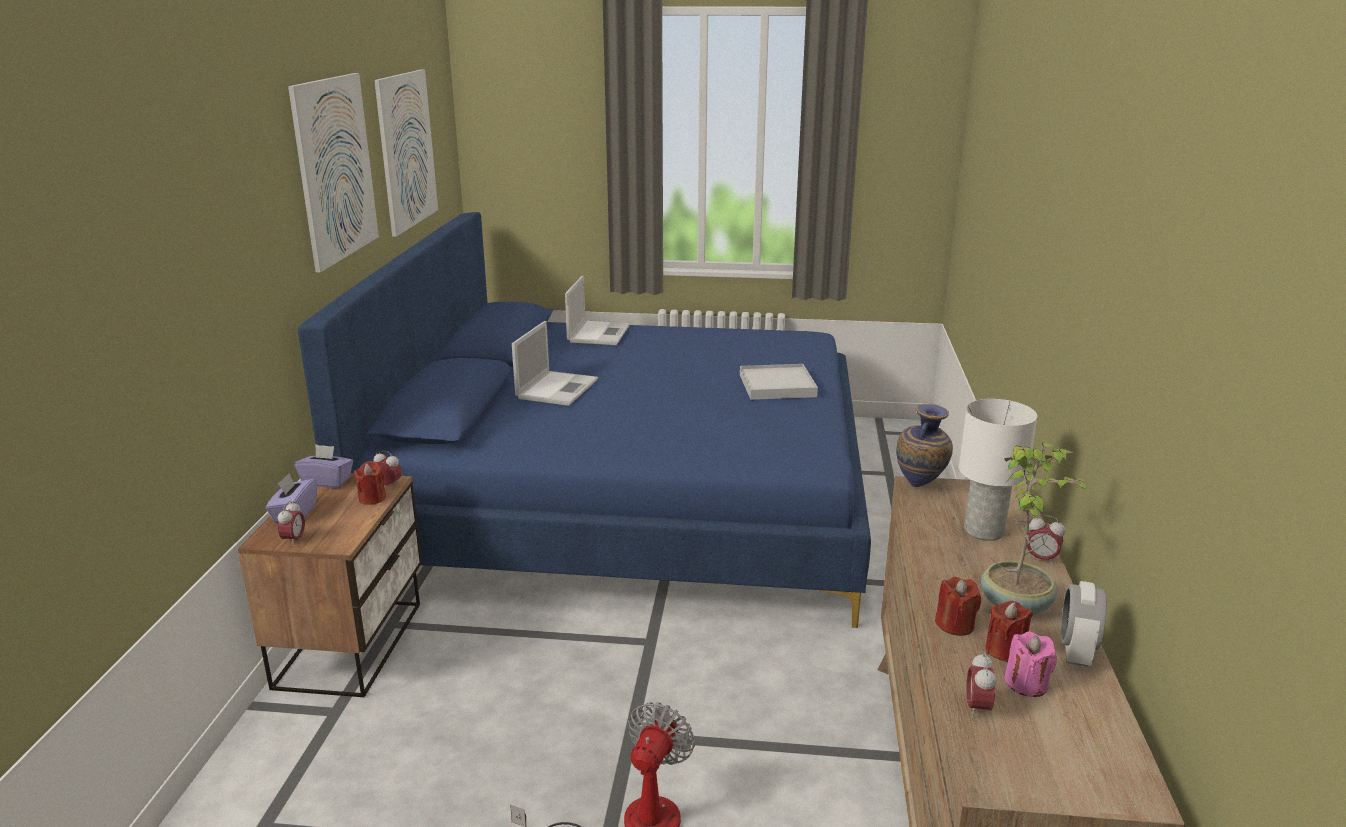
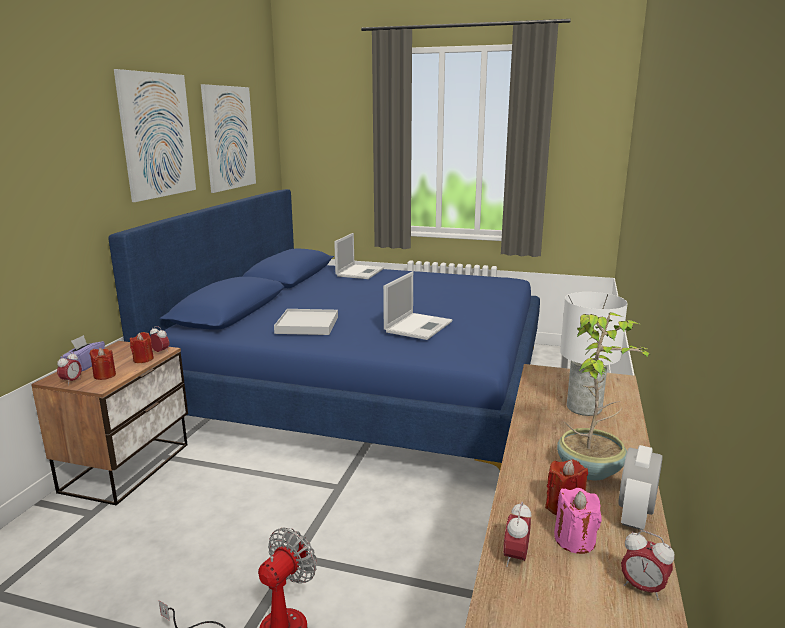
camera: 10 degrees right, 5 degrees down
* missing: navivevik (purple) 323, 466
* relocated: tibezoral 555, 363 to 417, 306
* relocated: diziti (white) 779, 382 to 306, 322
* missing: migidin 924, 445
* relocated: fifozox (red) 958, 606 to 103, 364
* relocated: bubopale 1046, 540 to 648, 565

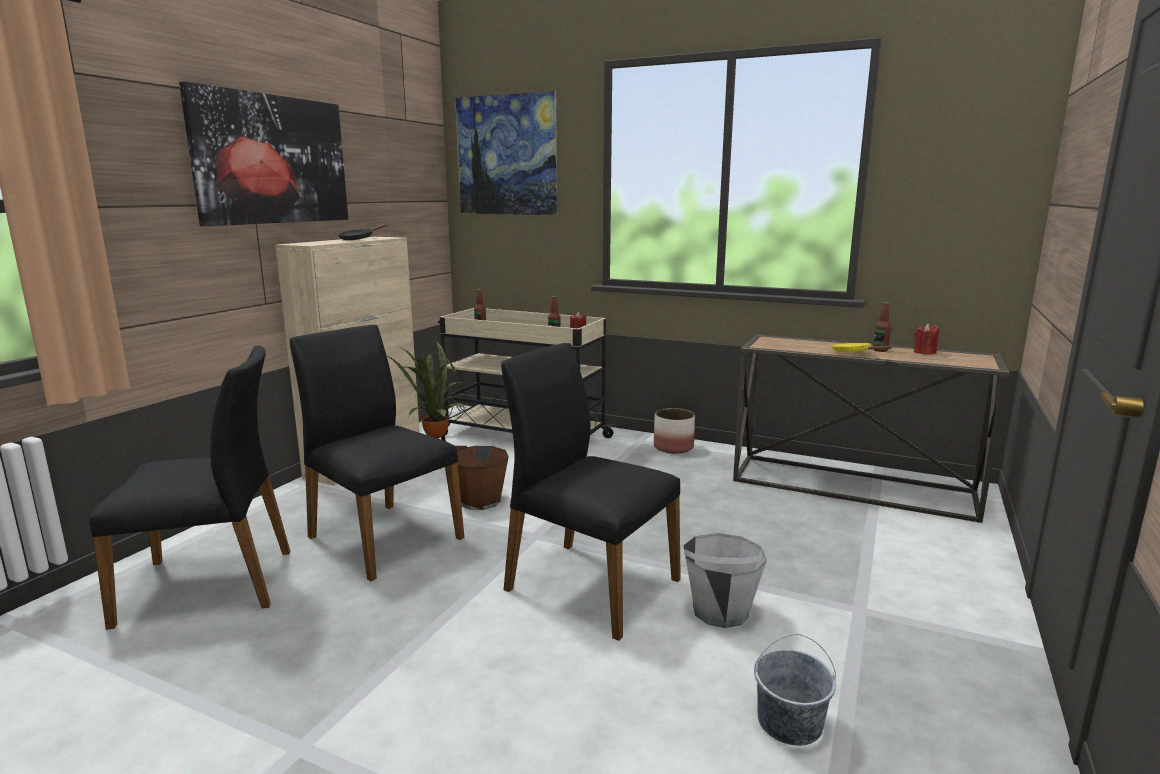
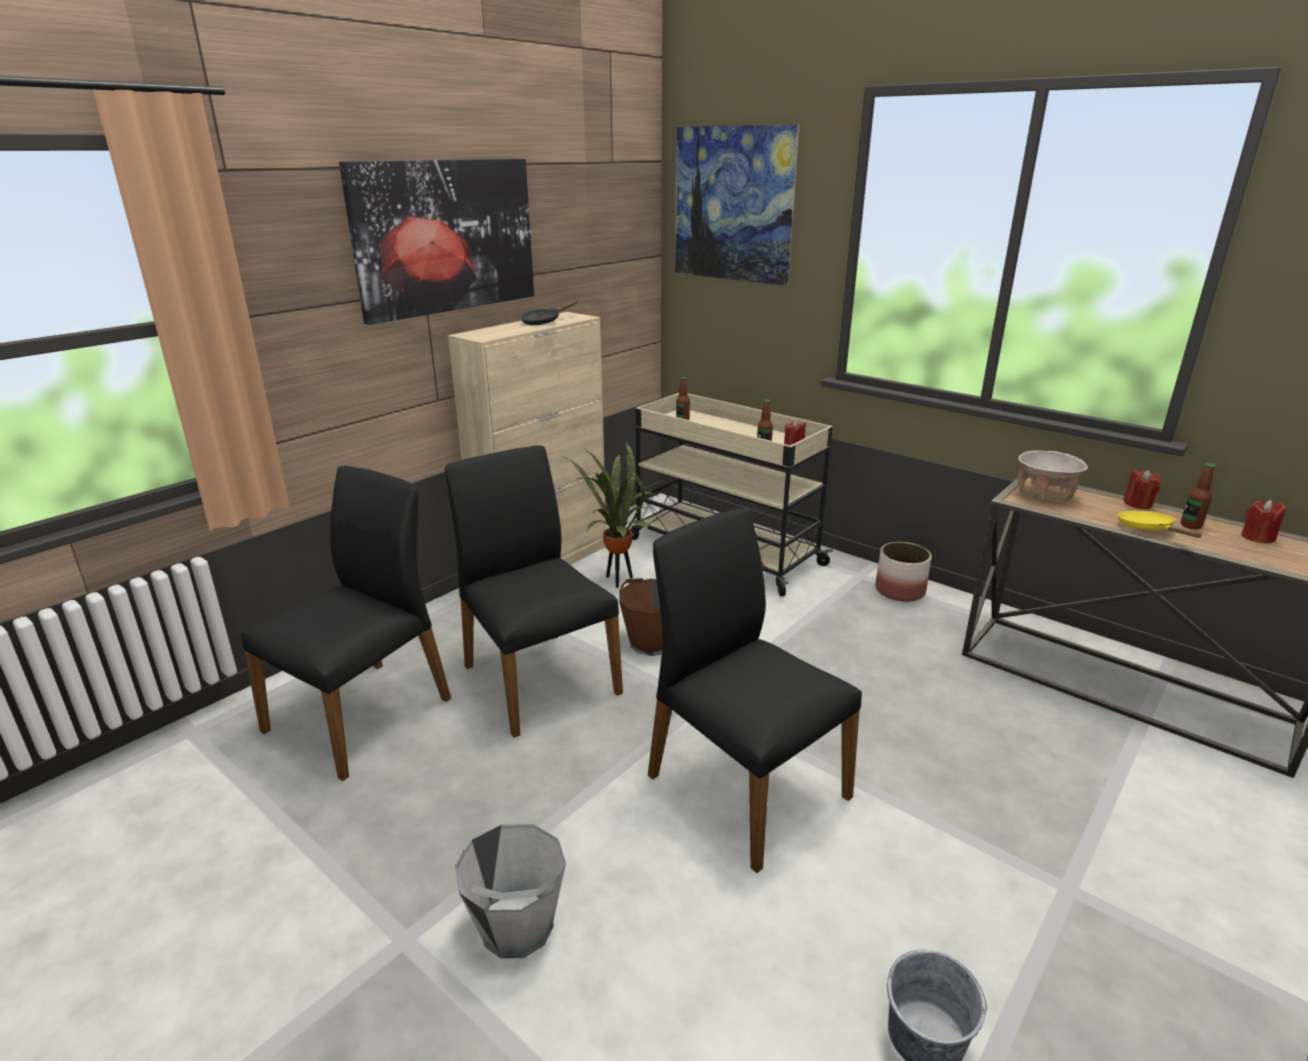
camera: 15 degrees right, 10 degrees up
* spun: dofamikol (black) 189, 487 = 346, 623 60 degrees counterclockwise
* relocated: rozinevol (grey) 725, 580 to 510, 891
* appeared: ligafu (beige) 1052, 476
* appeared: fifozox (red) 1141, 489

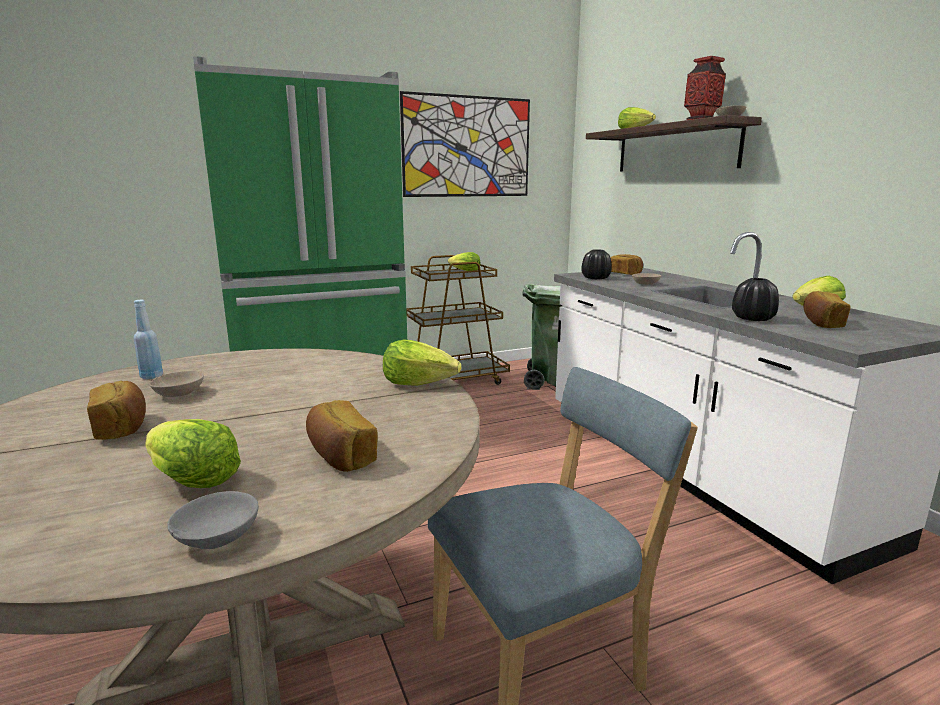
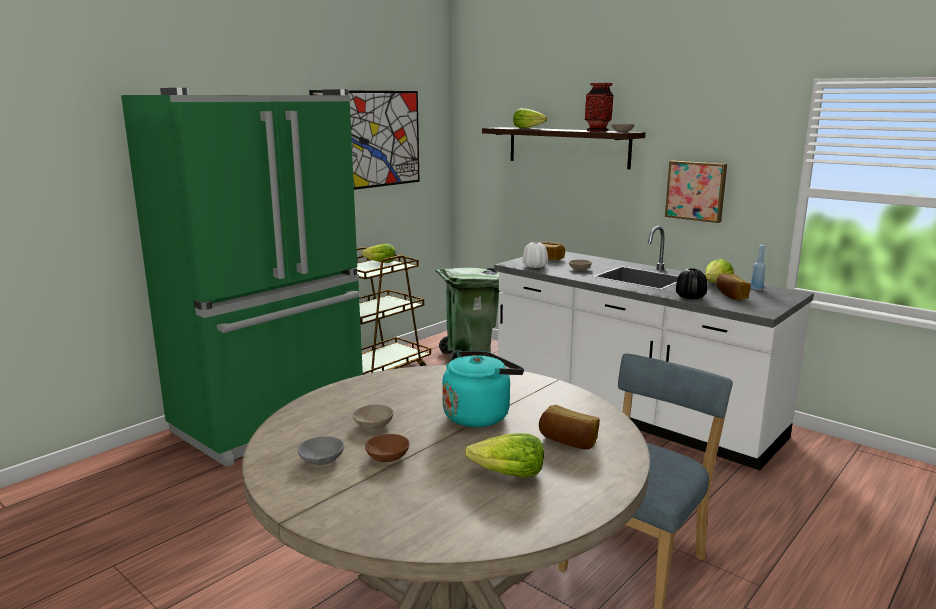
camera: 25 degrees left, 0 degrees up
* exchanged: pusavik 116, 410 to ligafu (brown) 387, 448
* relocated: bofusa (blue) 148, 339 to 758, 267
* relocated: ligafu (grey) 212, 520 to 321, 450
* missing: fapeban 422, 363
* colour: migidin (black) 596, 264 to migidin (white) 535, 255
* appeared: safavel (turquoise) 483, 389
* appeared: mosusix 696, 192

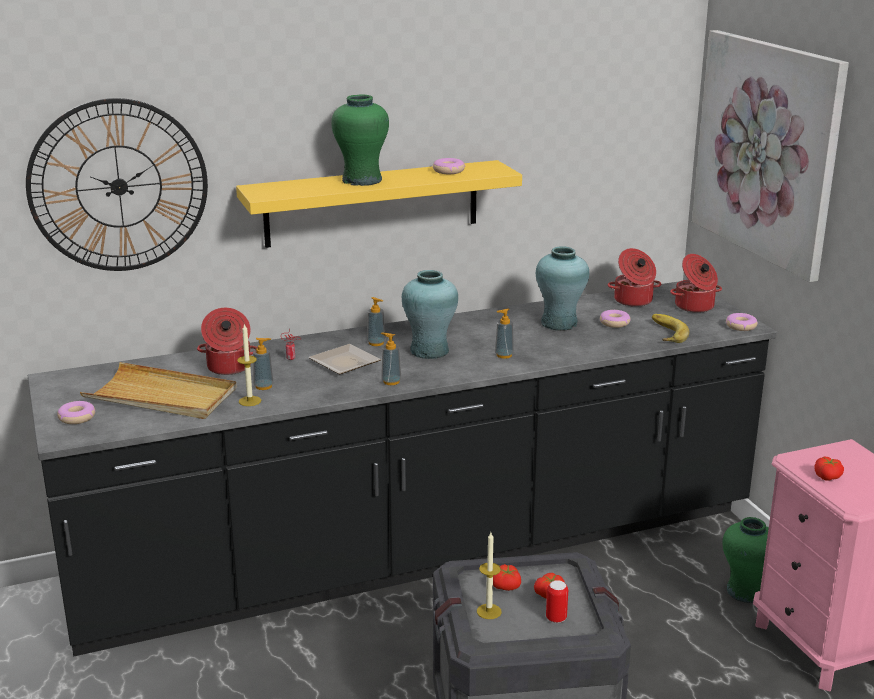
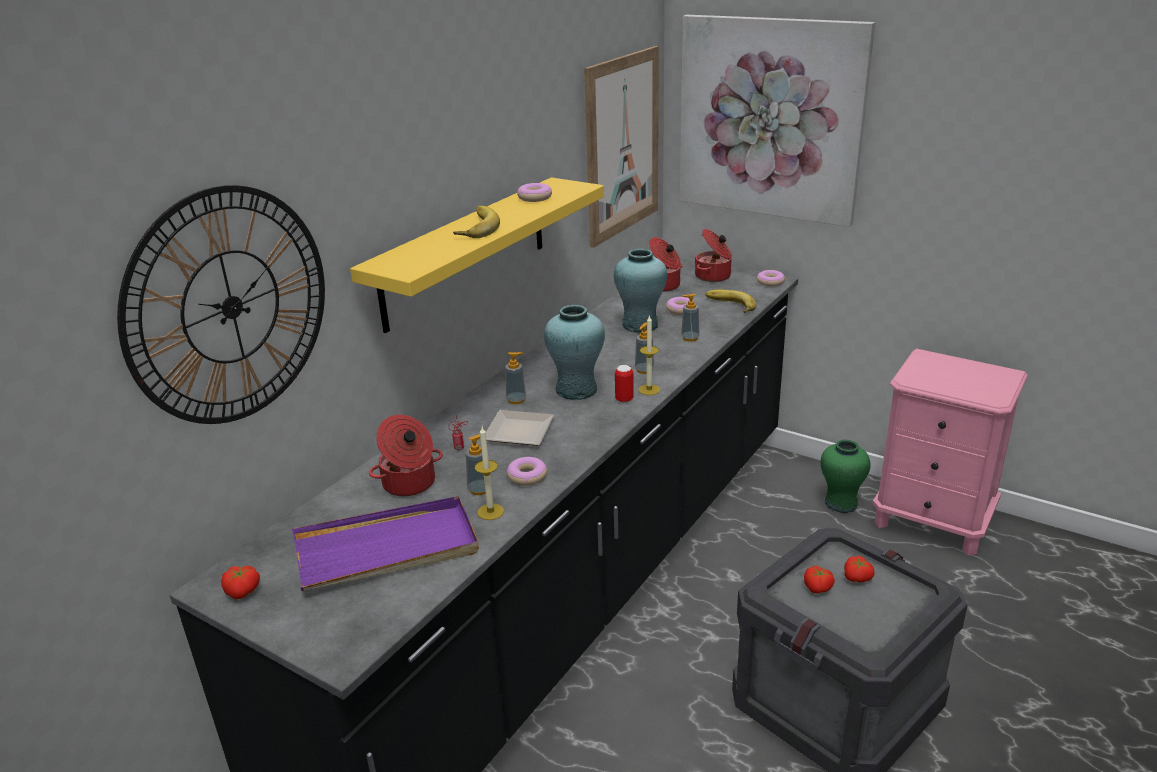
camera: 35 degrees left, 5 degrees up
* relocated: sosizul 76, 412 to 526, 471
* colour: diziti (beige) 158, 390 to diziti (purple) 385, 543
* exchanged: migidin (green) 360, 140 to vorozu 476, 222
* relocated: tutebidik 391, 359 to 690, 318
* relocated: fifozox 489, 575 to 649, 355
* relocated: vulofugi 557, 601 to 624, 383
* relocated: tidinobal 829, 469 to 240, 582
* appeared: mosusix 621, 147

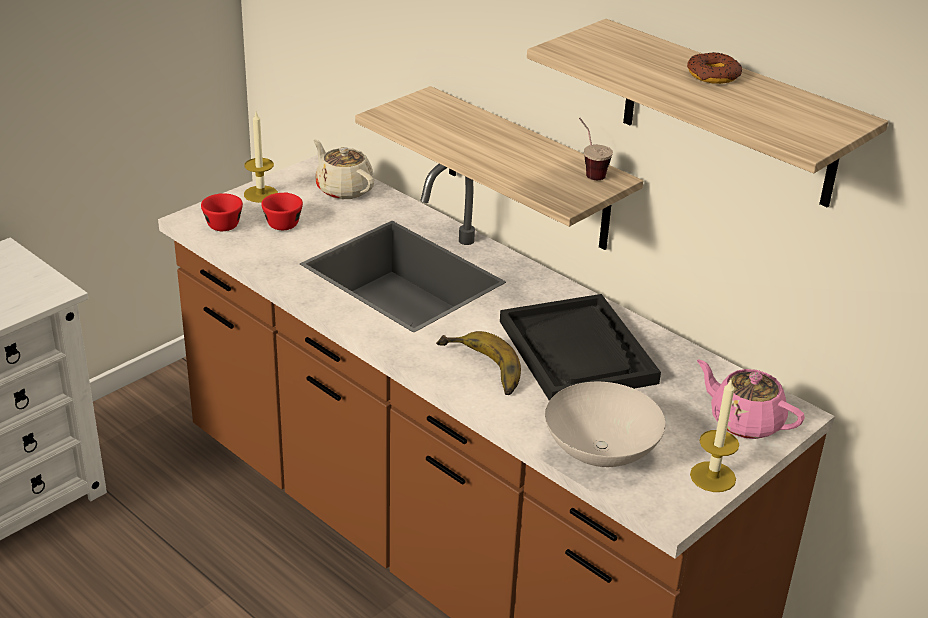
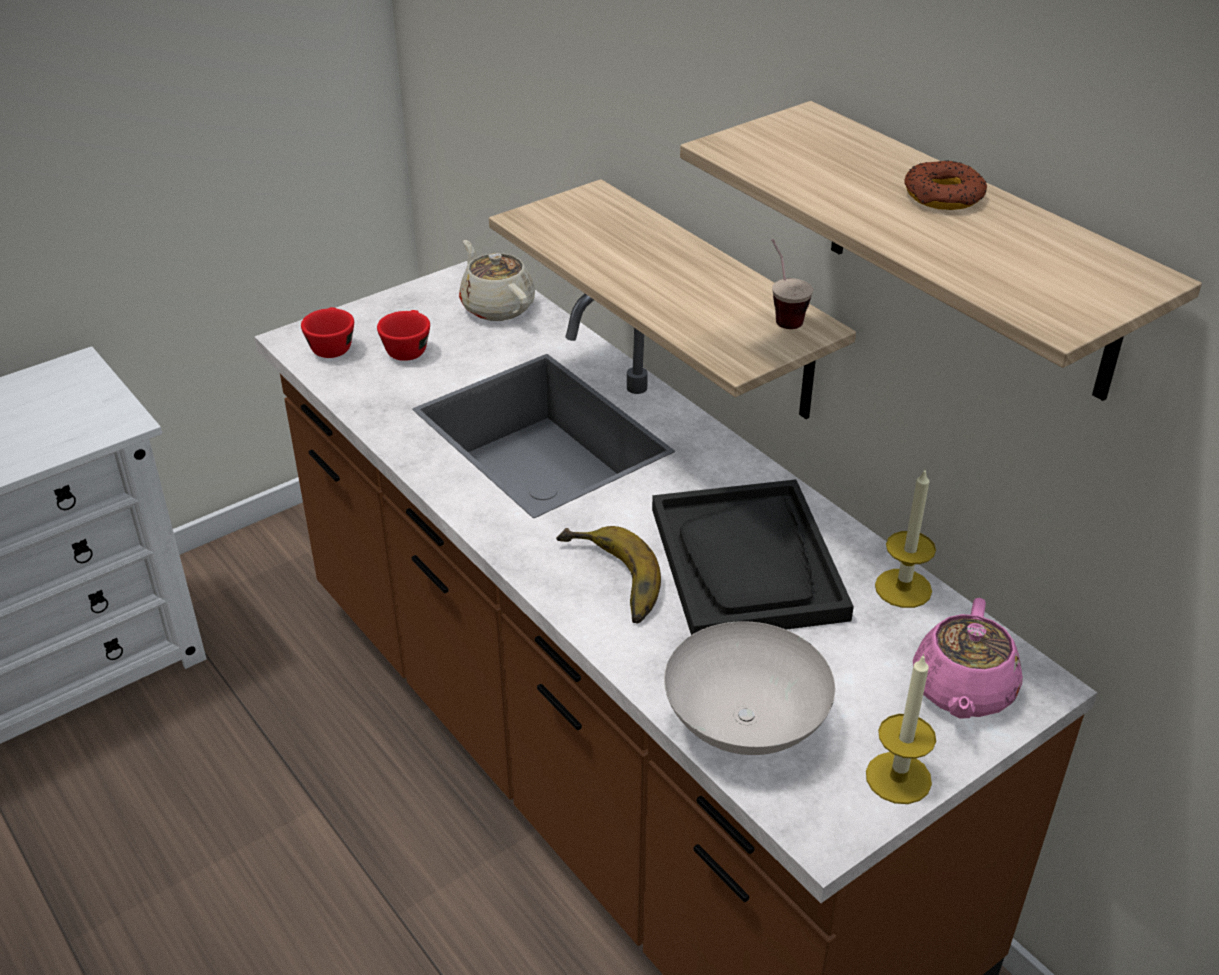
camera: 10 degrees right, 5 degrees up
* relocated: fifozox 261, 157 to 905, 538
* spun: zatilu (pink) 751, 399 = 968, 658 120 degrees counterclockwise

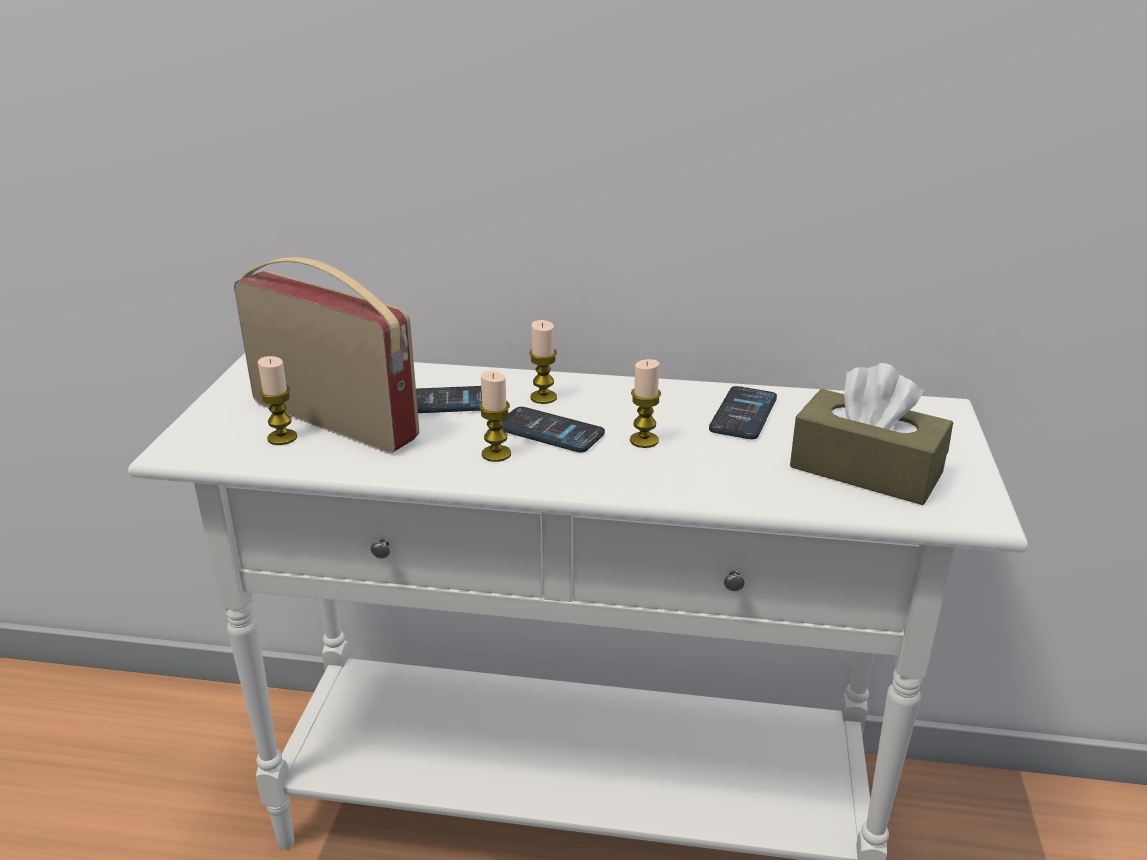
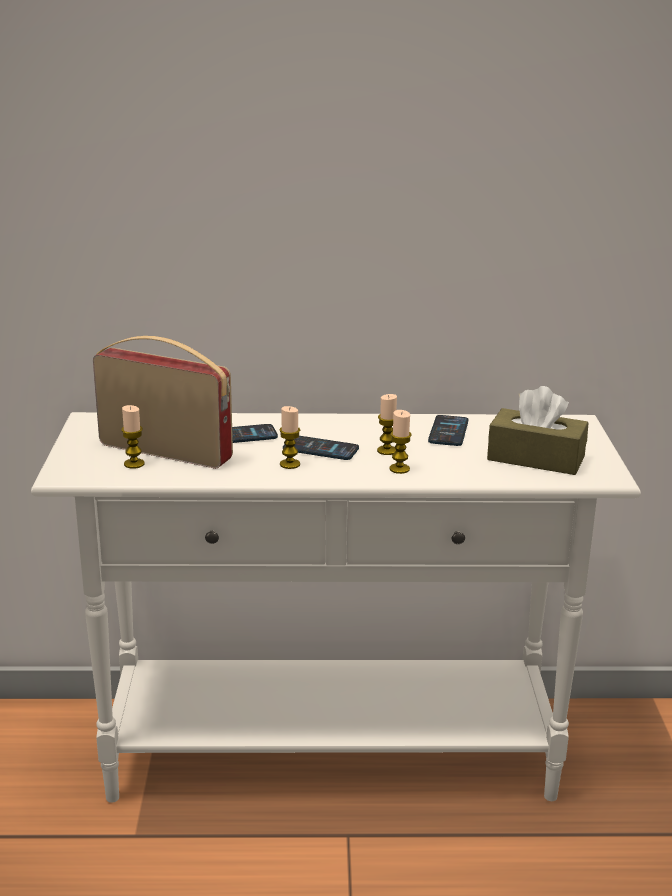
camera: 10 degrees left, 5 degrees down
* relocated: fifozox 543, 362 to 400, 442

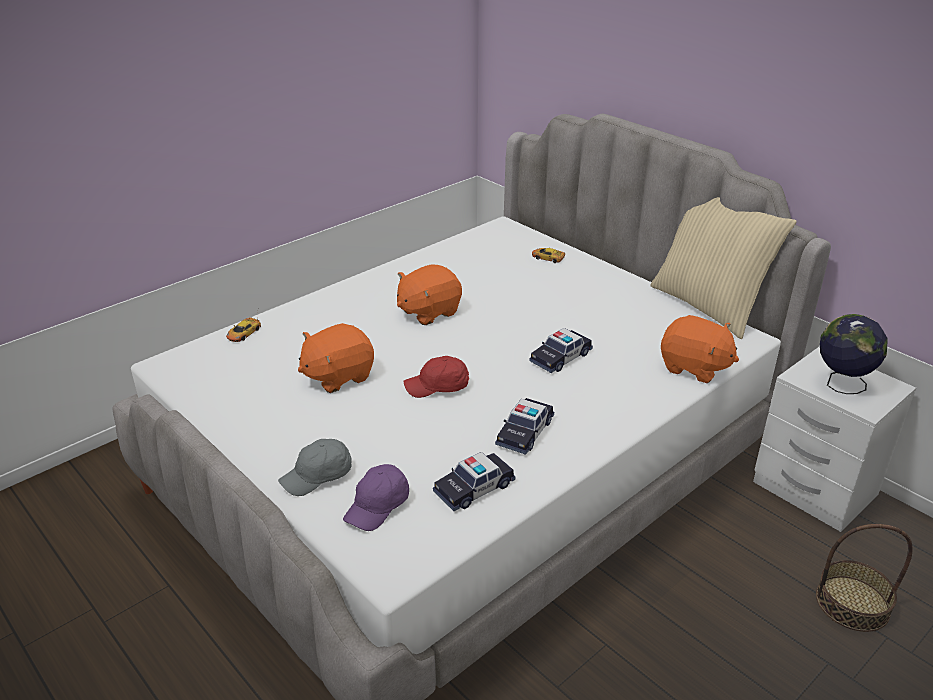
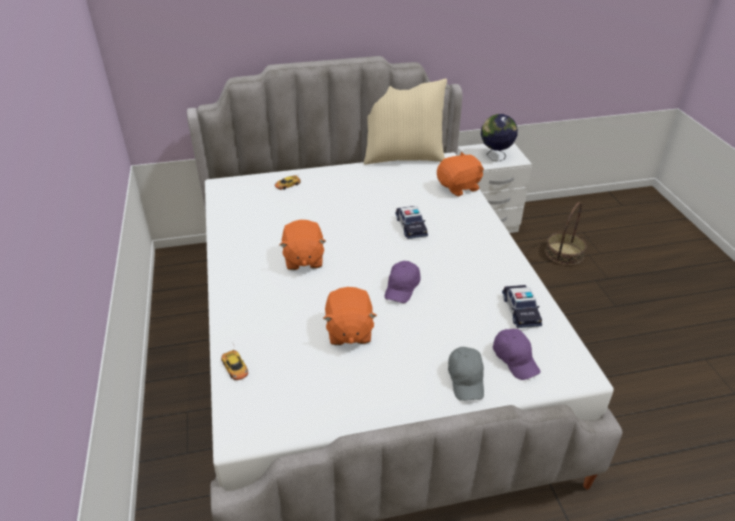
camera: 60 degrees left, 5 degrees up
* colour: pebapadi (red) 436, 377 to pebapadi (purple) 402, 282
* missing: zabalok 524, 426

